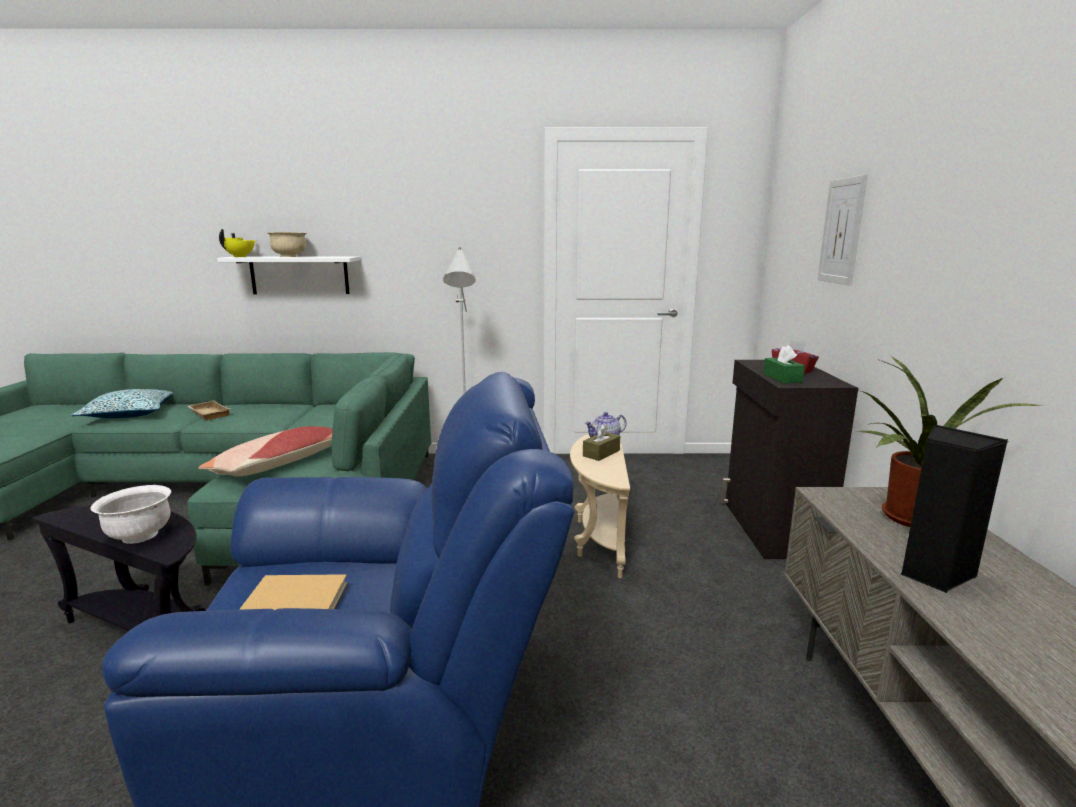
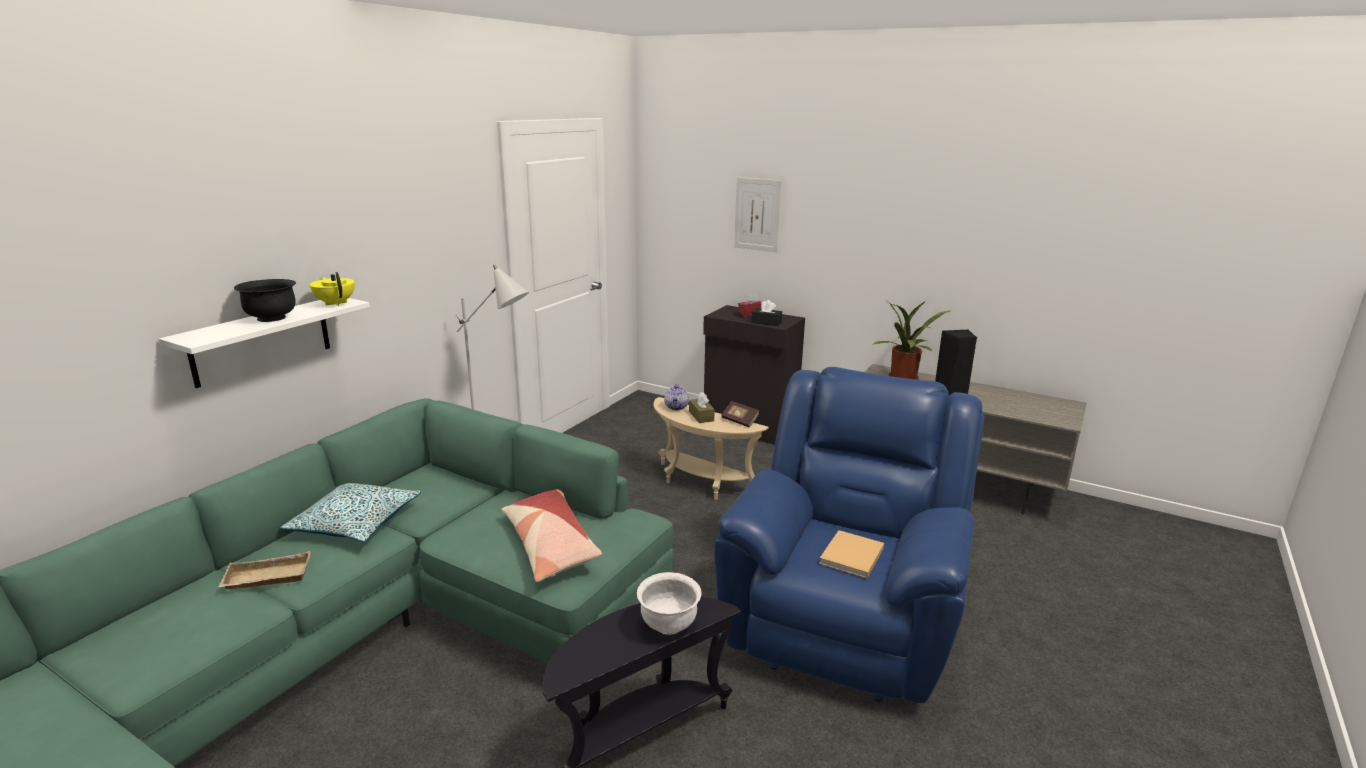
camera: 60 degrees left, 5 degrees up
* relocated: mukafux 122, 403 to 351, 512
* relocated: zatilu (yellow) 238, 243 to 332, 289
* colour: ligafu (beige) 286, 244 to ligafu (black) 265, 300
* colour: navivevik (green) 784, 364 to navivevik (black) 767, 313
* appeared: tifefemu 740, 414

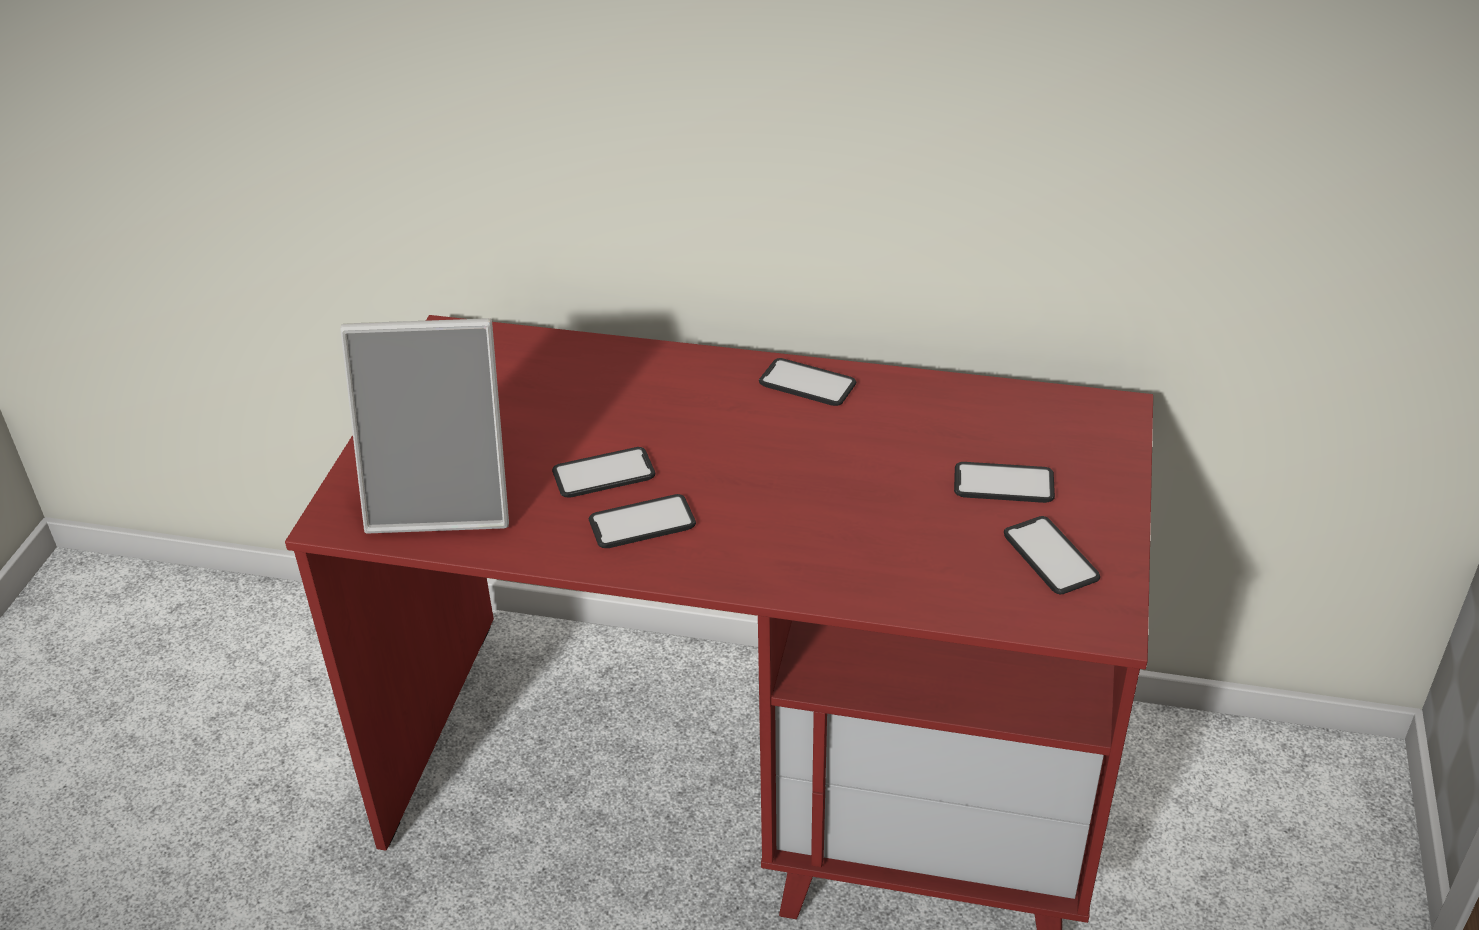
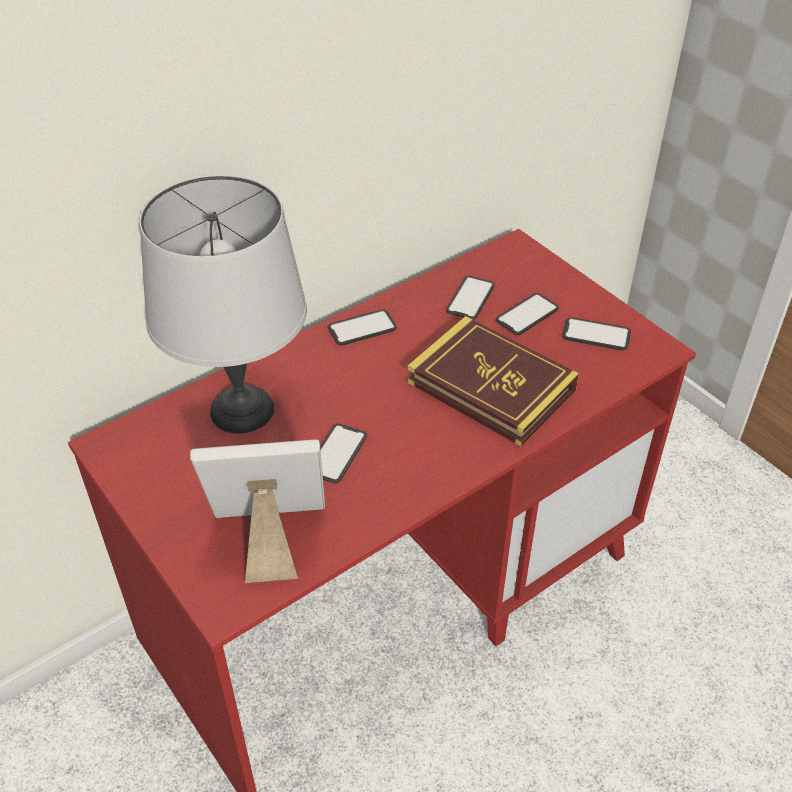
camera: 50 degrees left, 5 degrees up
* spun: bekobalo 424, 426 = 257, 511 135 degrees counterclockwise
* relocated: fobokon 642, 521 to 470, 298
* appeared: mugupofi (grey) 223, 304
* appeared: tifefemu 493, 381

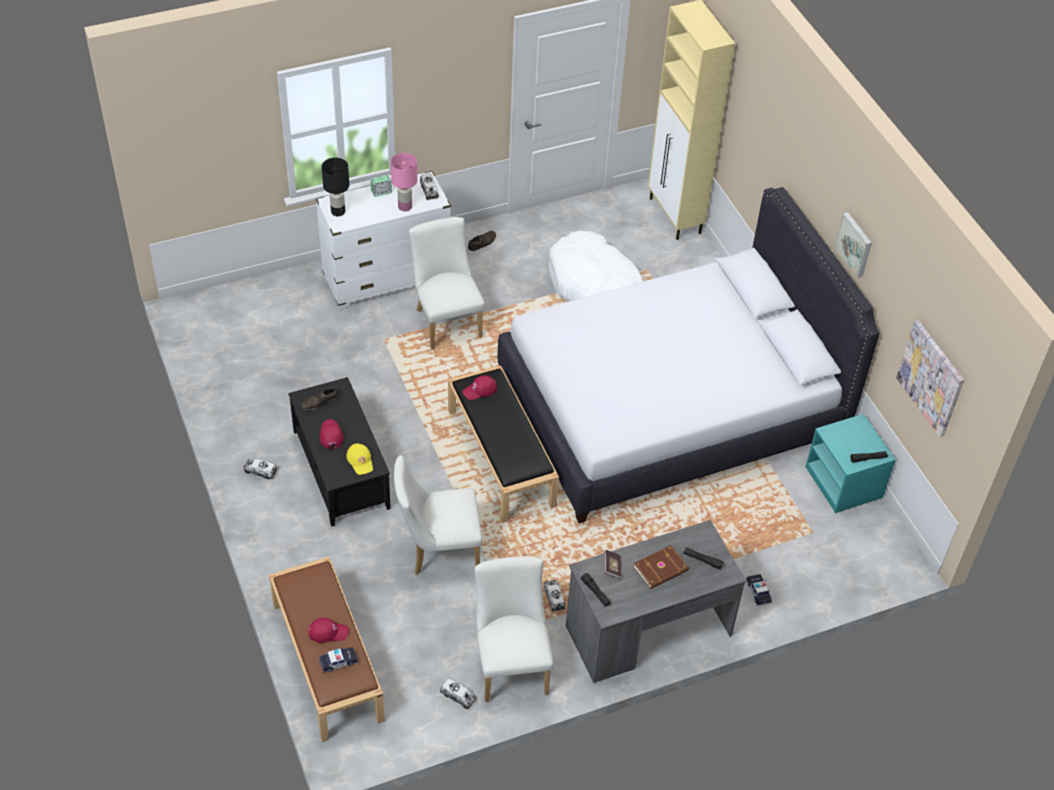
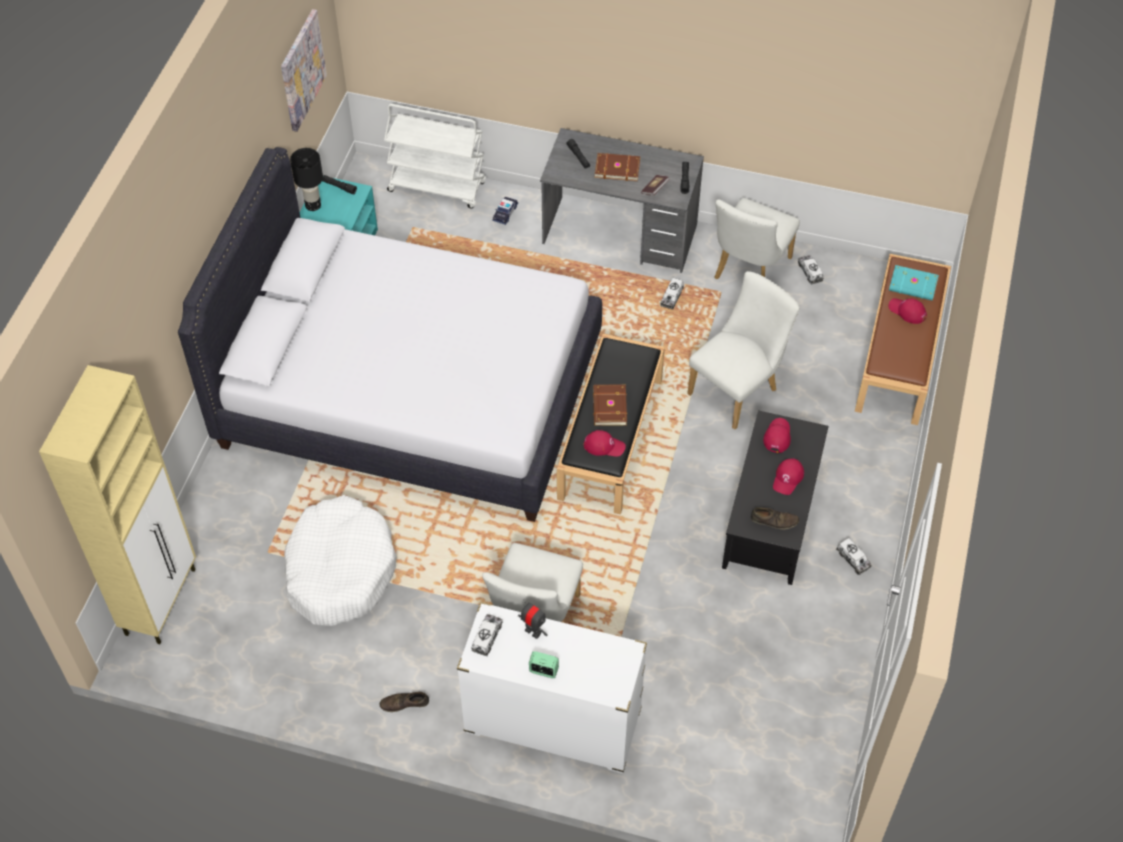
camera: 140 degrees left, 5 degrees up
* exchanged: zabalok 338, 660 to tifefemu (turquoise) 914, 283
* relocated: mugupofi (black) 335, 187 to 306, 179
* colour: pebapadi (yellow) 359, 459 to pebapadi (red) 777, 435
* exchanged: mugupofi (pink) 404, 182 to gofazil 533, 620
* spun: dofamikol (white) 438, 515 = 743, 350 75 degrees counterclockwise
* missing: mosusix 853, 245
* appeared: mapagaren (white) 435, 156
* appeared: tifefemu (brown) 610, 405

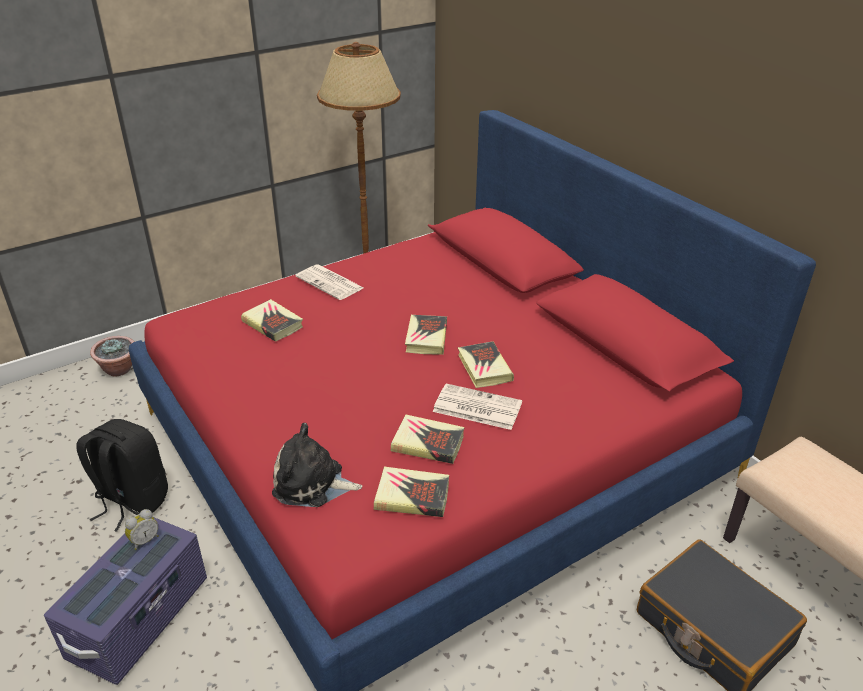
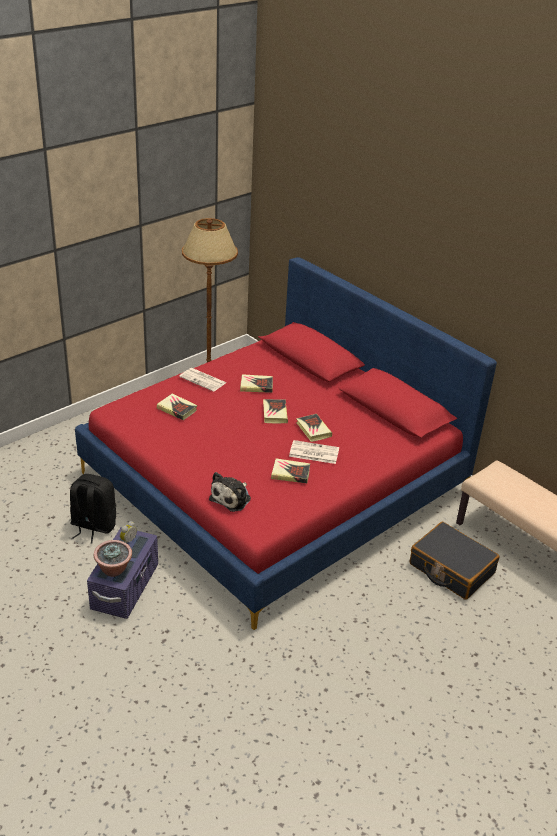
camera: 10 degrees left, 0 degrees up
* relocated: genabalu 112, 356 to 113, 558
* spun: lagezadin 317, 465 = 230, 492 60 degrees counterclockwise
* relocated: tifefemu 411, 492 to 256, 383

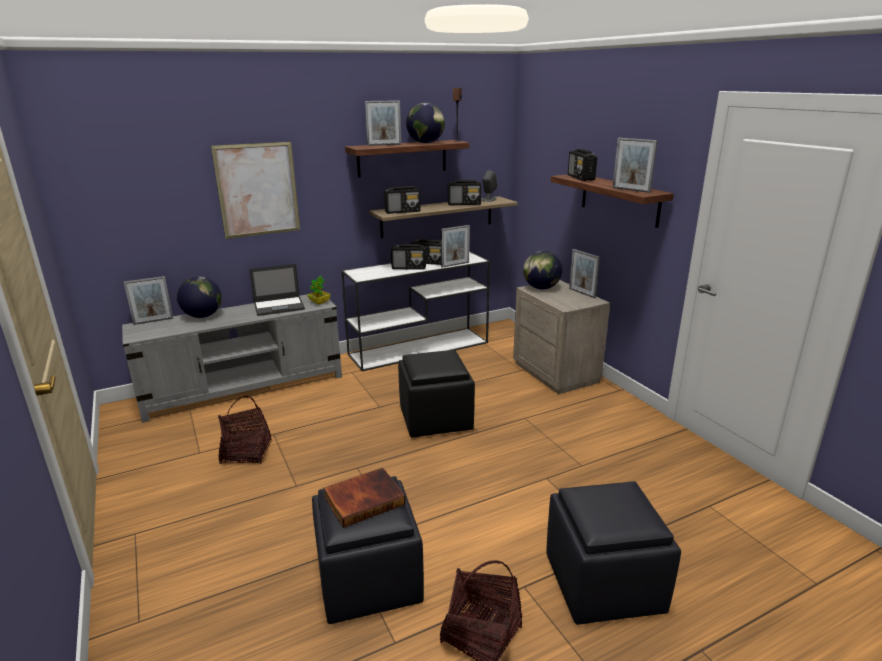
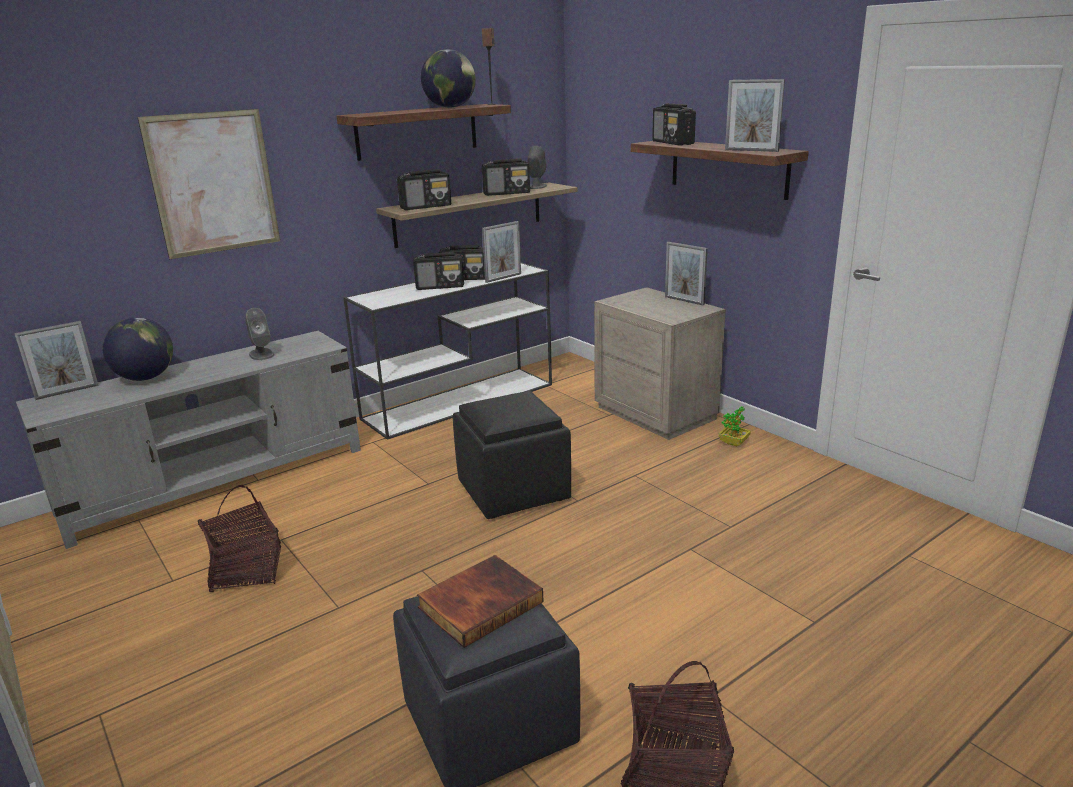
camera: 10 degrees left, 0 degrees up
* exchanged: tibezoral 277, 290 to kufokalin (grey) 259, 334
* relocated: genabalu 319, 290 to 735, 426
* missing: bekobalo 383, 123
* missing: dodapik 542, 270
* missing: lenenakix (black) 613, 553

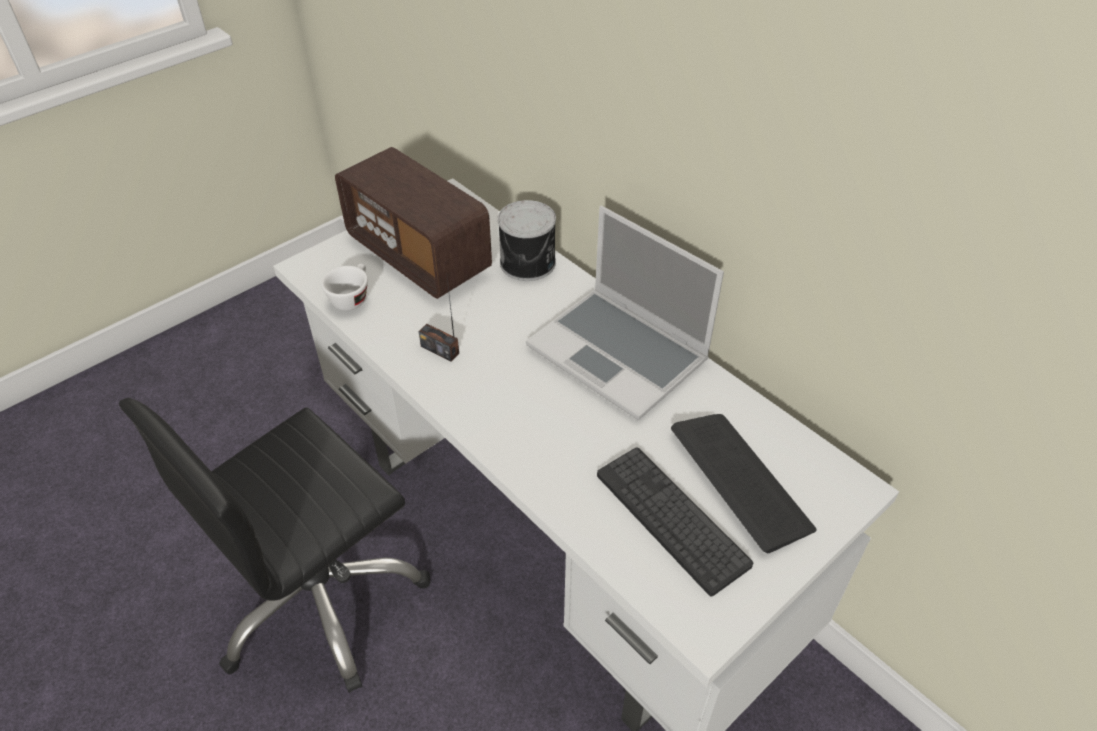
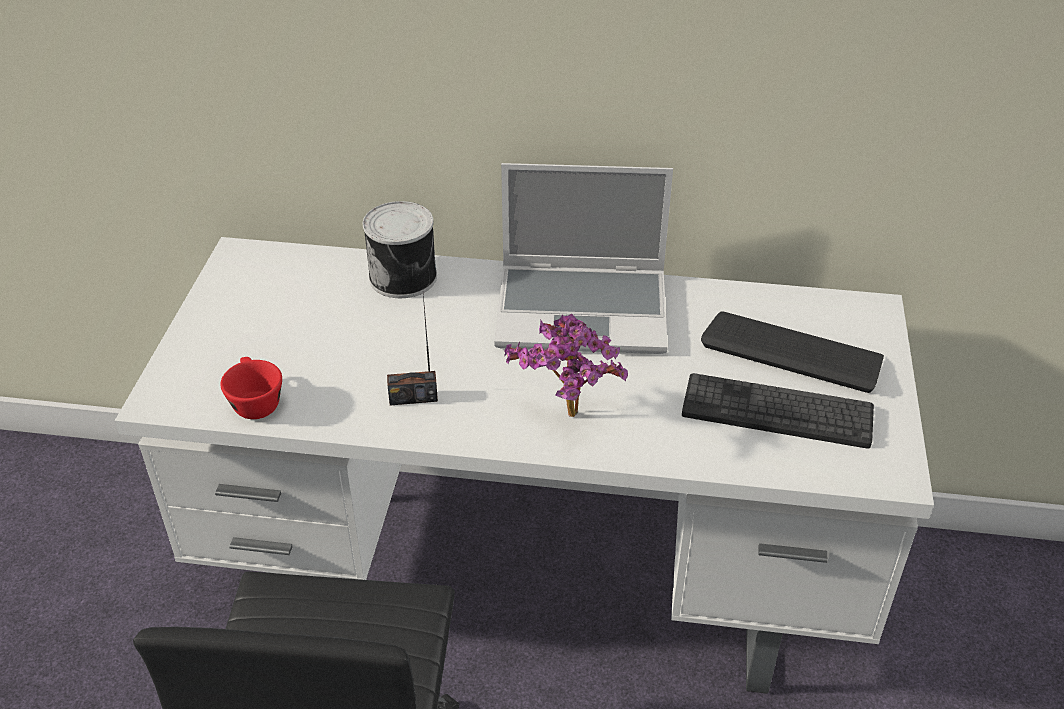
camera: 40 degrees left, 5 degrees down
* colour: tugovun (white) 344, 287 to tugovun (red) 251, 388
* missing: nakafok 413, 223
* appeared: genabalu 566, 365

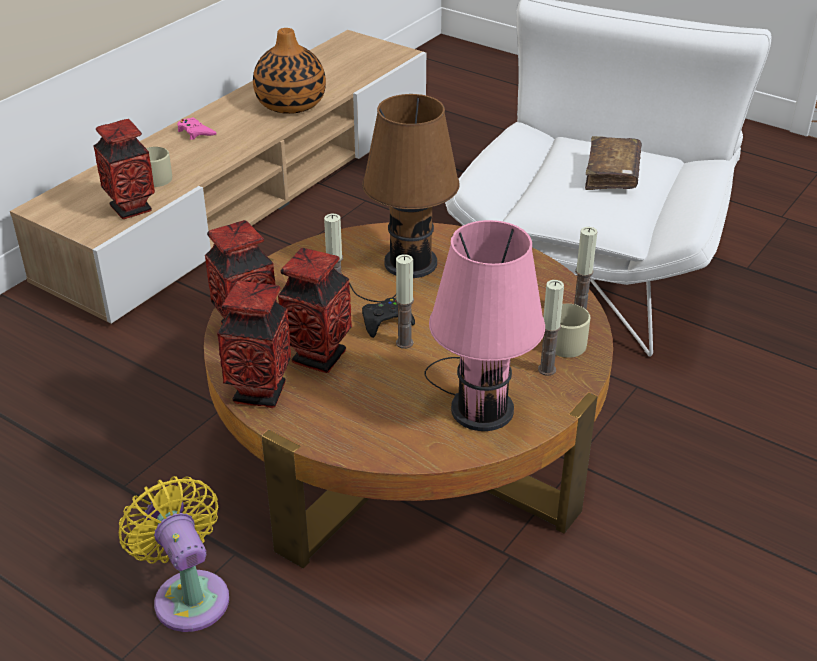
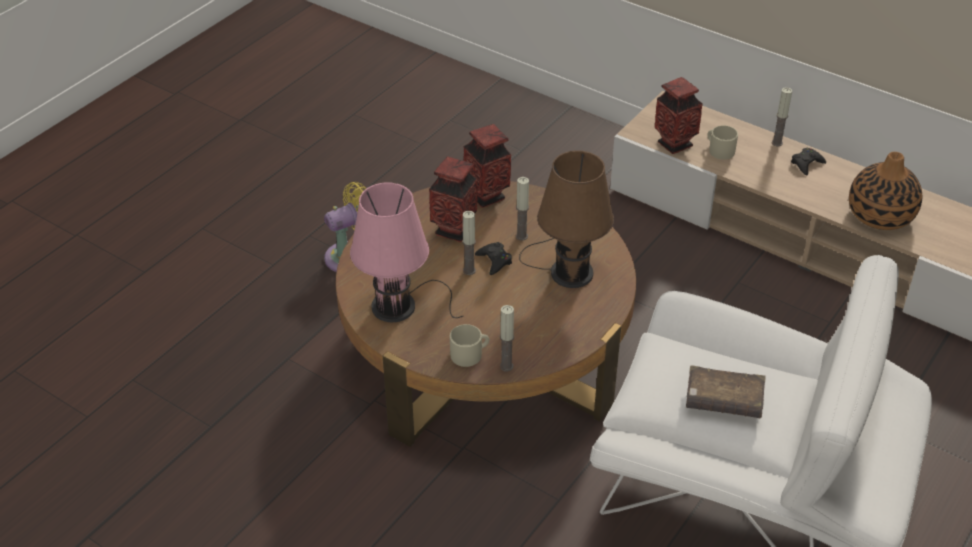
camera: 90 degrees right, 5 degrees up
* colour: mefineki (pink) 197, 128 to mefineki (black) 808, 161
* missing: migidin 254, 344
* relocated: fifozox 551, 328 to 782, 116

